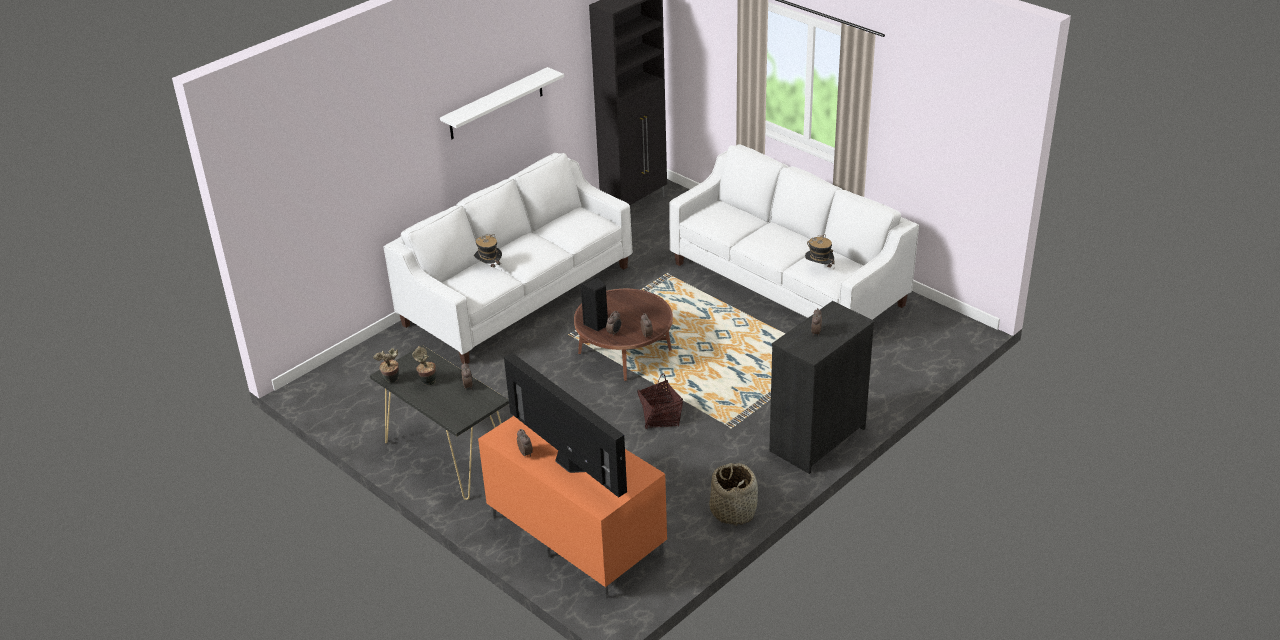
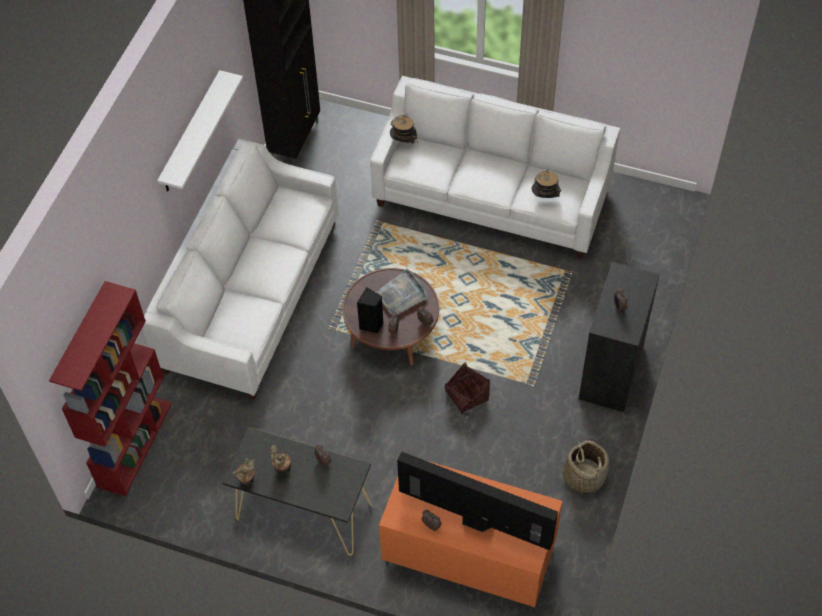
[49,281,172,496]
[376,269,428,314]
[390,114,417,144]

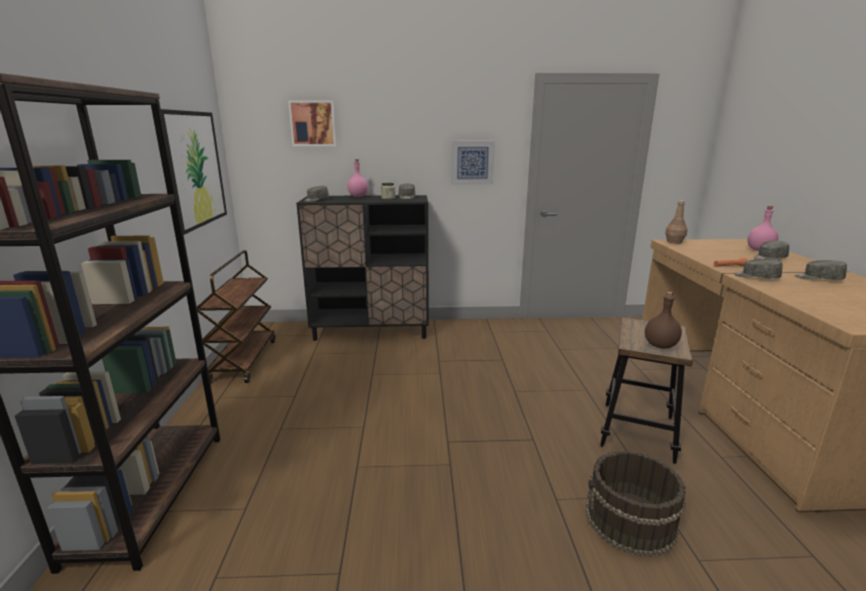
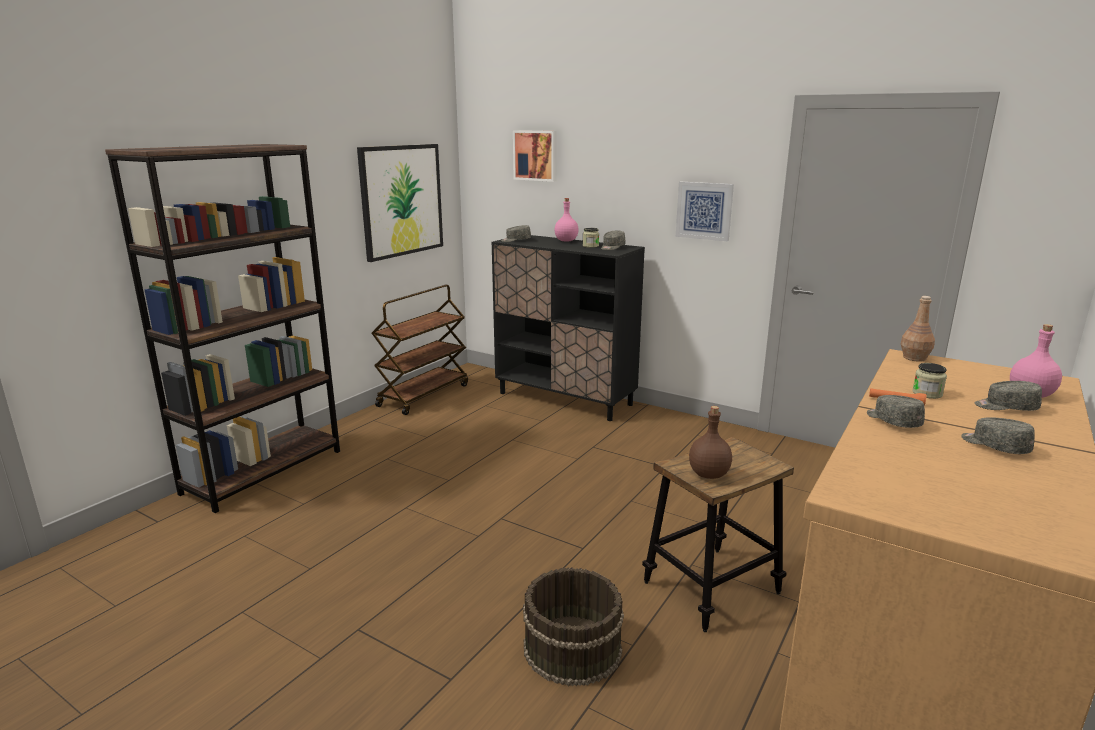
[912,363,947,399]

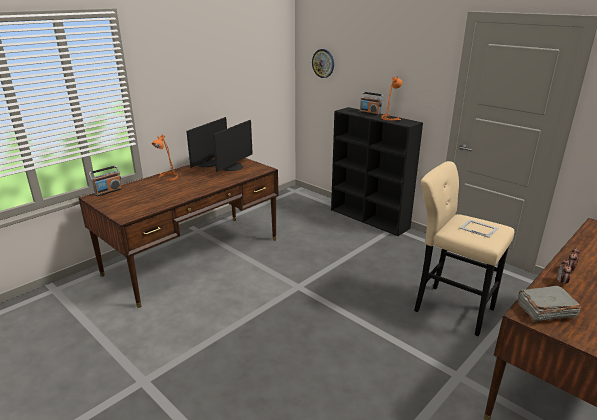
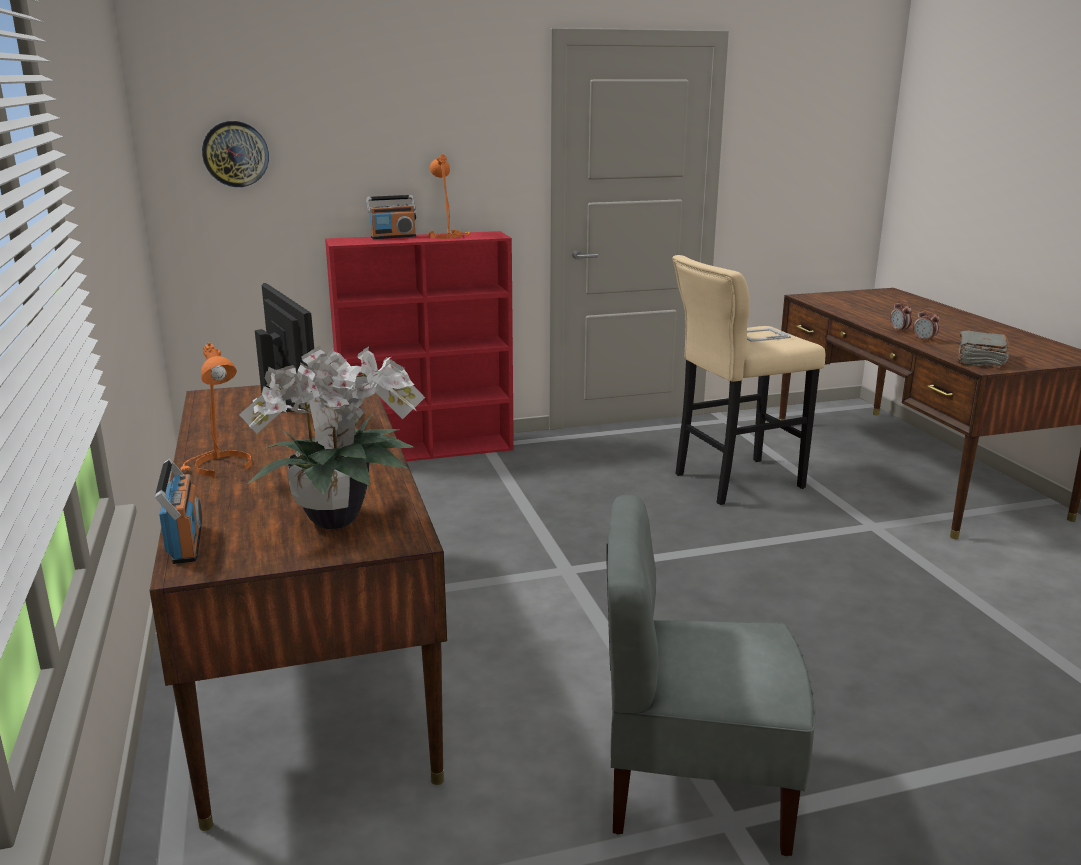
[239,346,425,529]
[325,231,514,462]
[607,495,815,856]
[186,117,227,168] (first image)

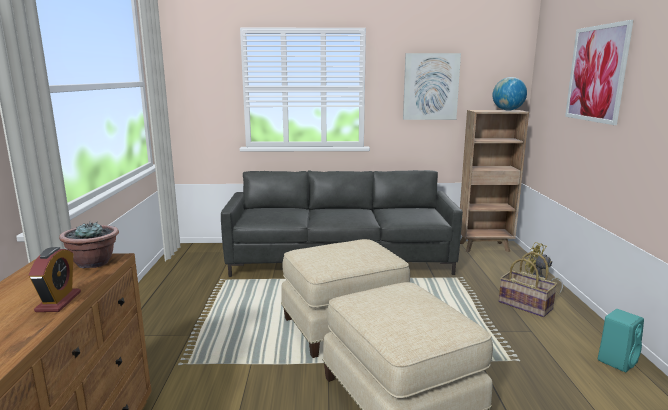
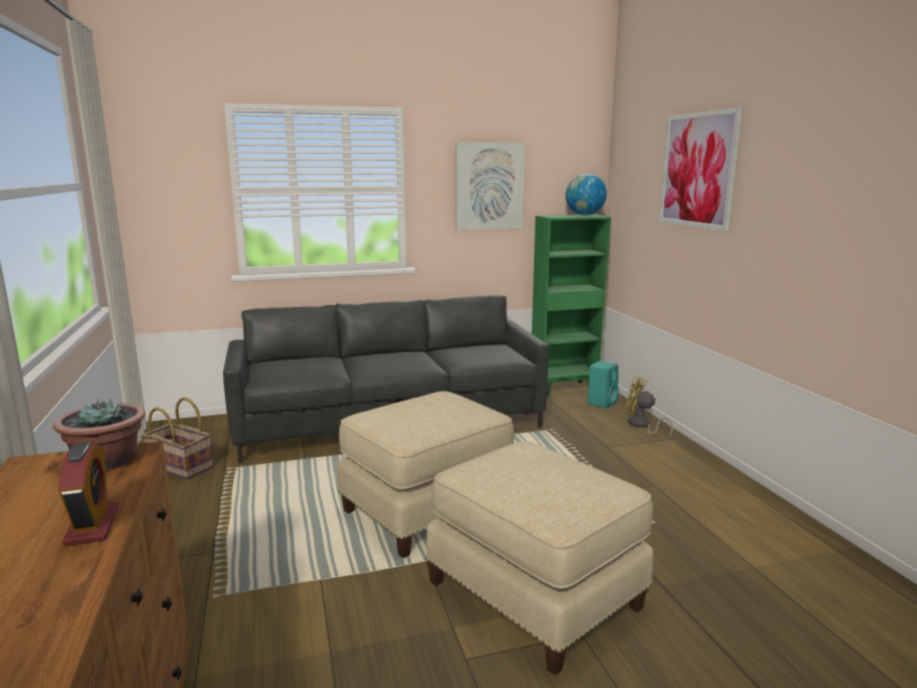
[143,397,213,479]
[532,214,611,397]
[587,361,619,408]

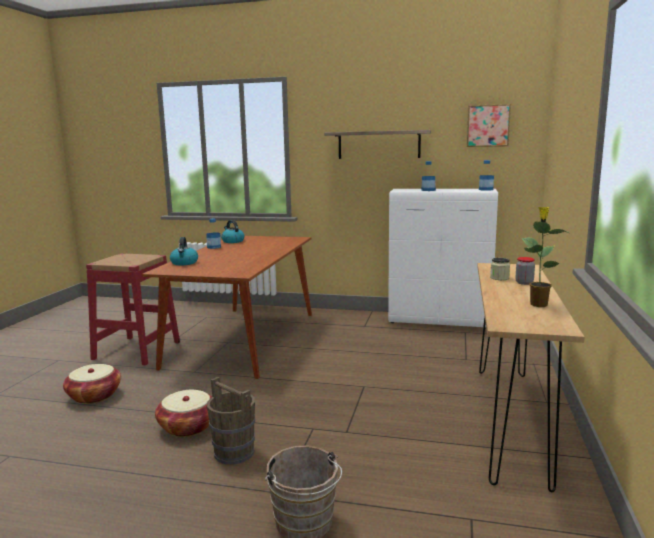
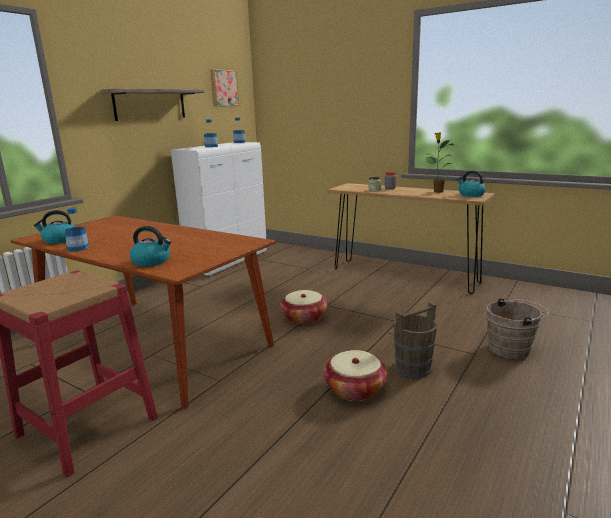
[280,290,327,324]
[457,171,486,197]

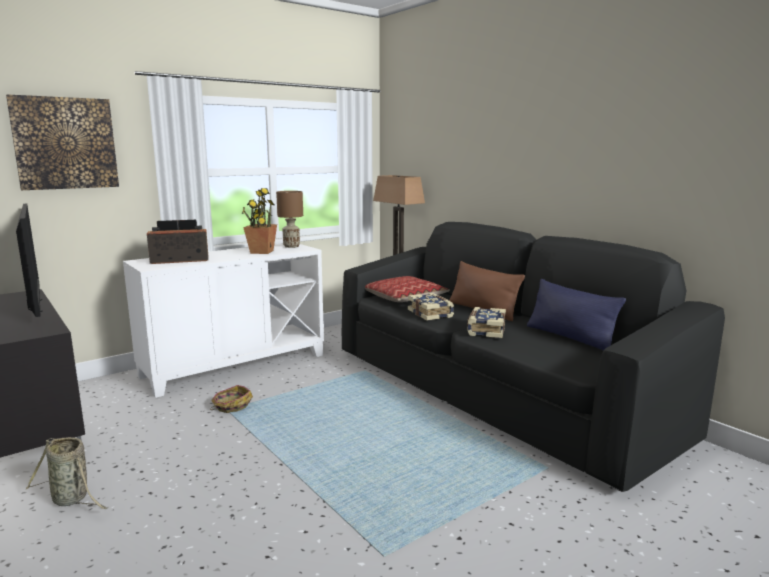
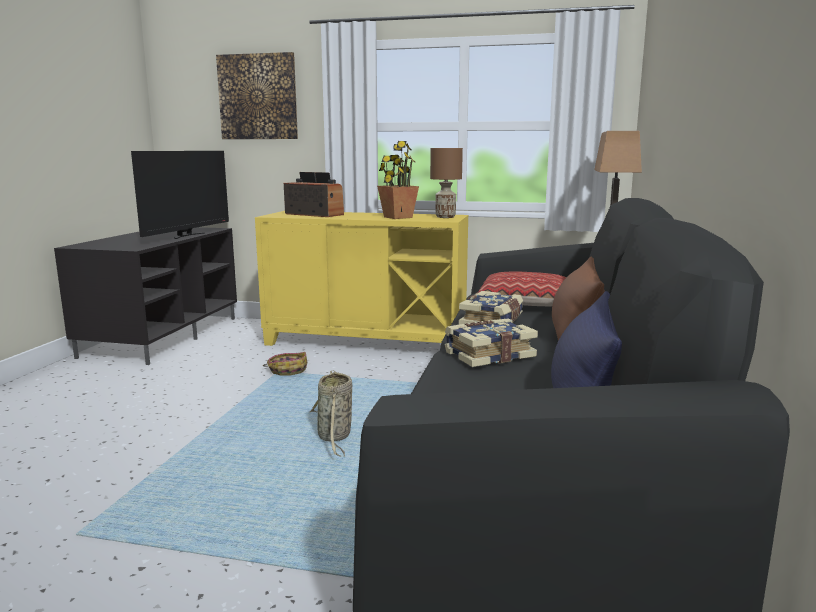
[255,211,468,346]
[310,370,352,457]

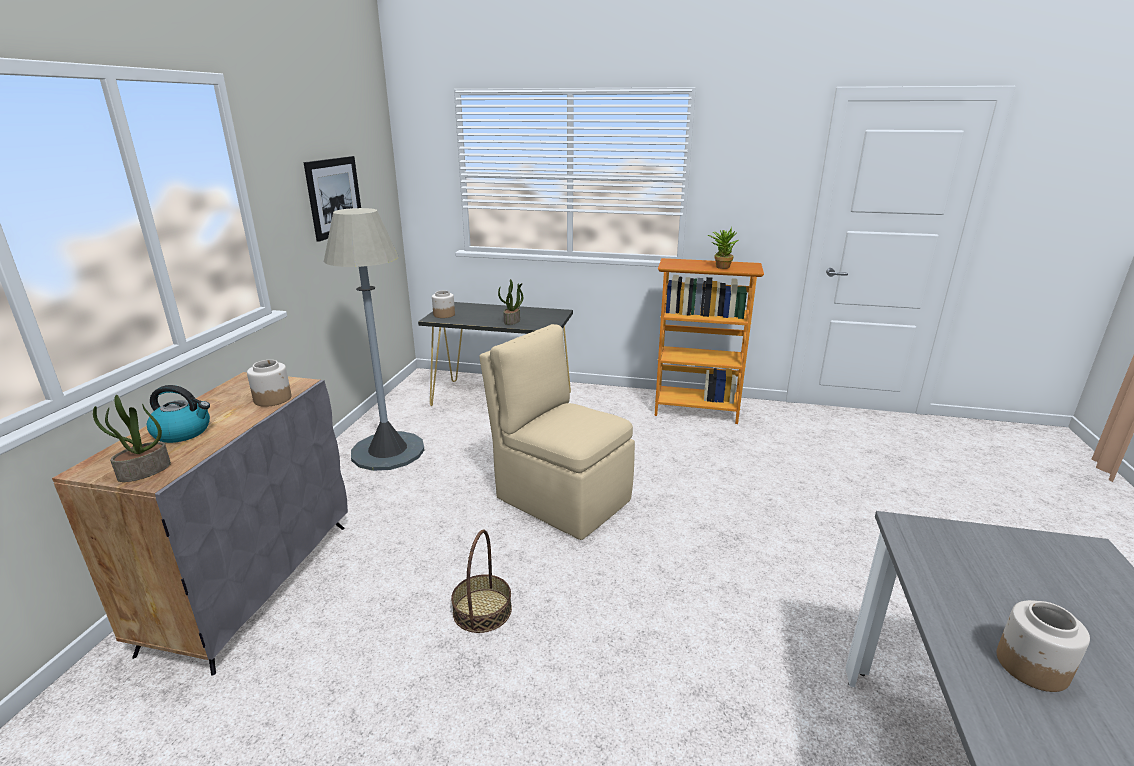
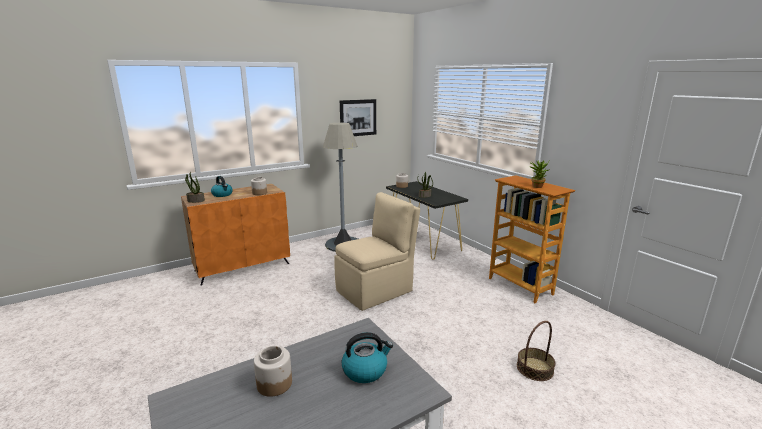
[181,184,290,286]
[334,192,420,311]
[342,332,393,383]
[517,321,556,381]

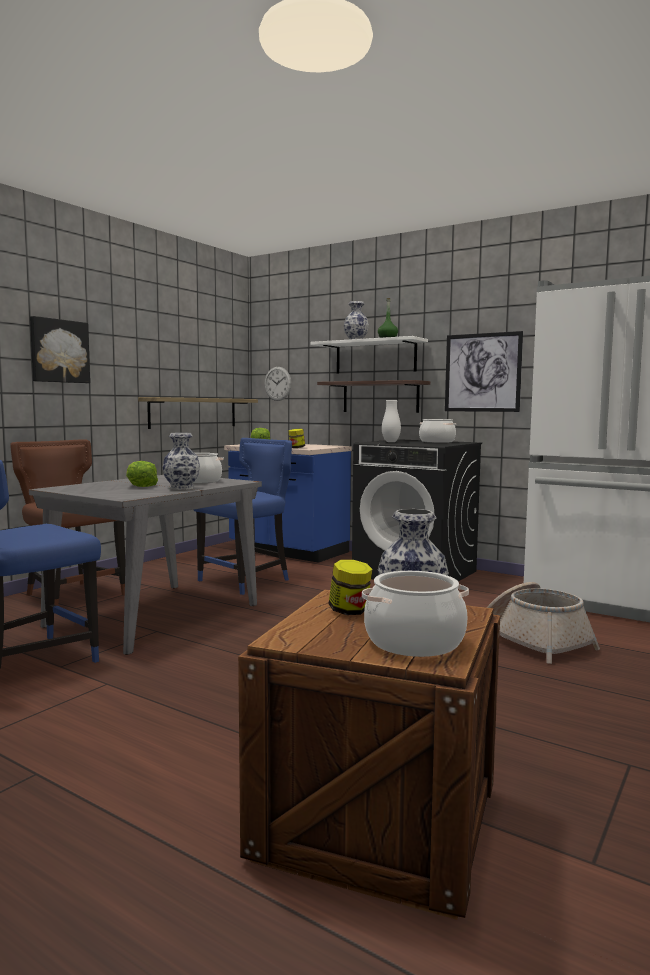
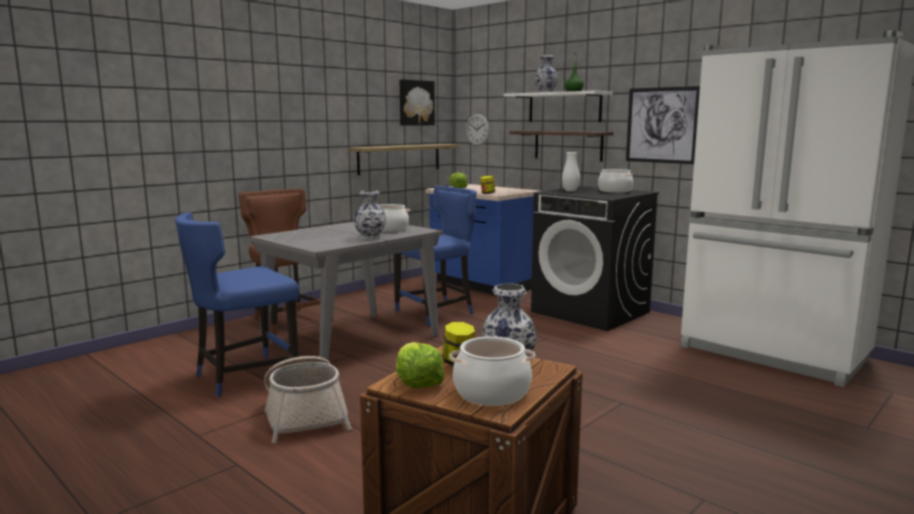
[264,356,352,443]
[396,342,445,388]
[400,79,435,126]

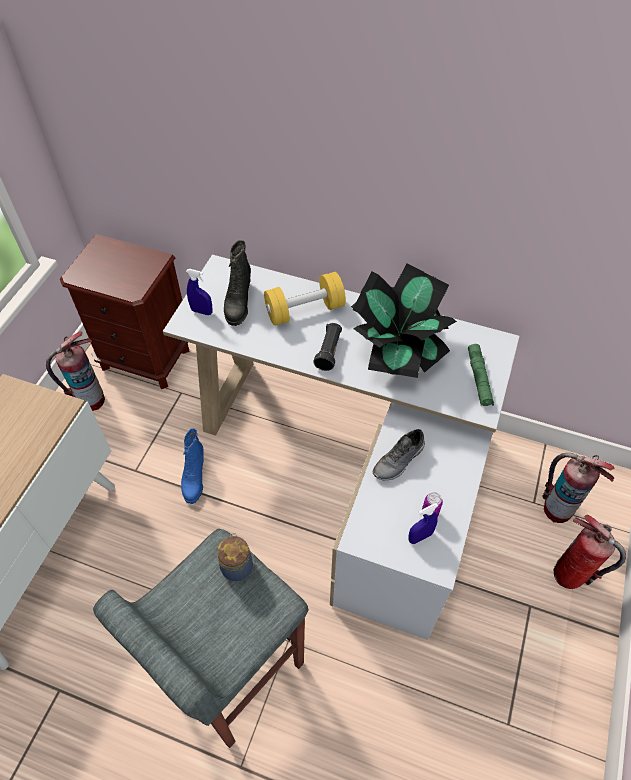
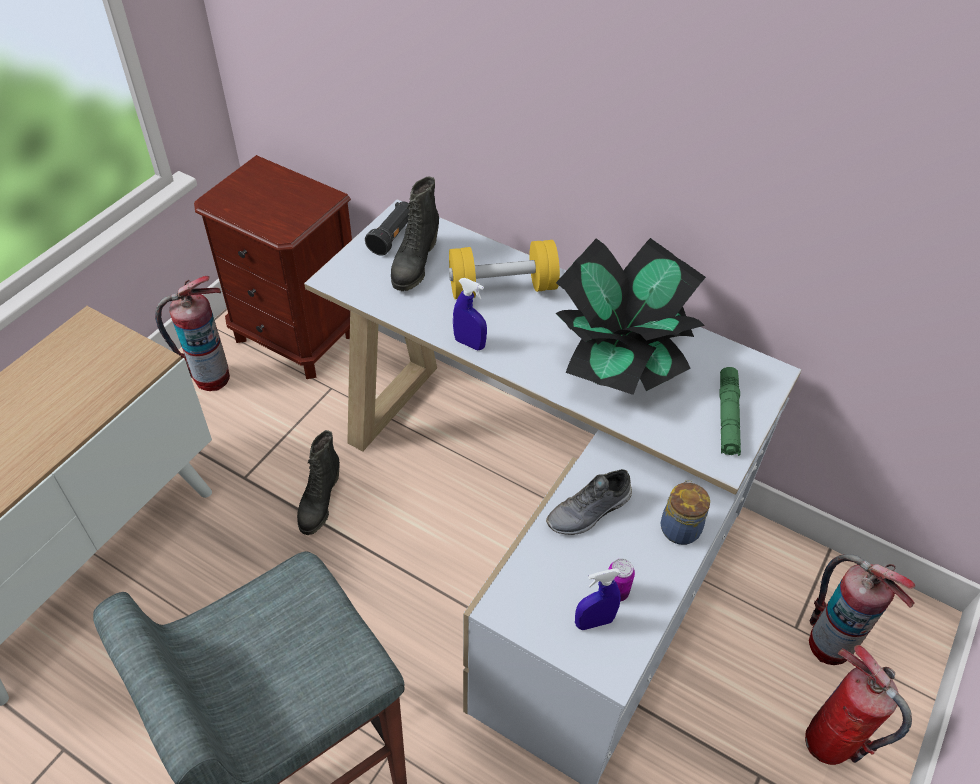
[297,430,340,535]
[365,201,410,256]
[453,278,487,350]
[661,480,710,545]

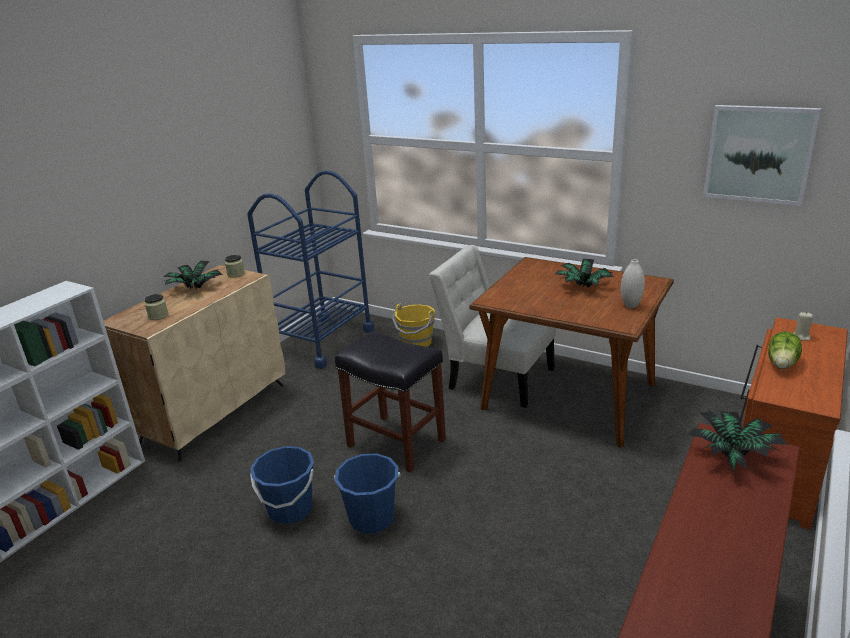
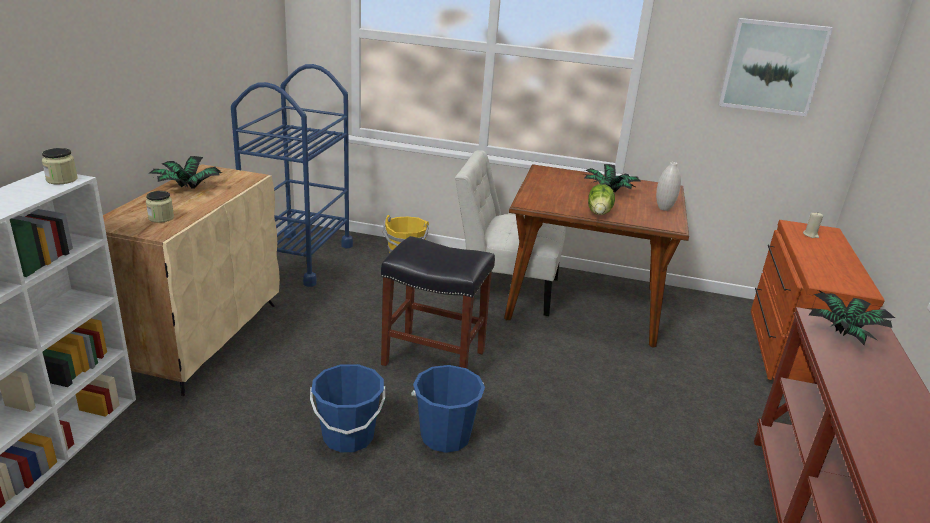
[42,148,78,184]
[588,184,615,215]

